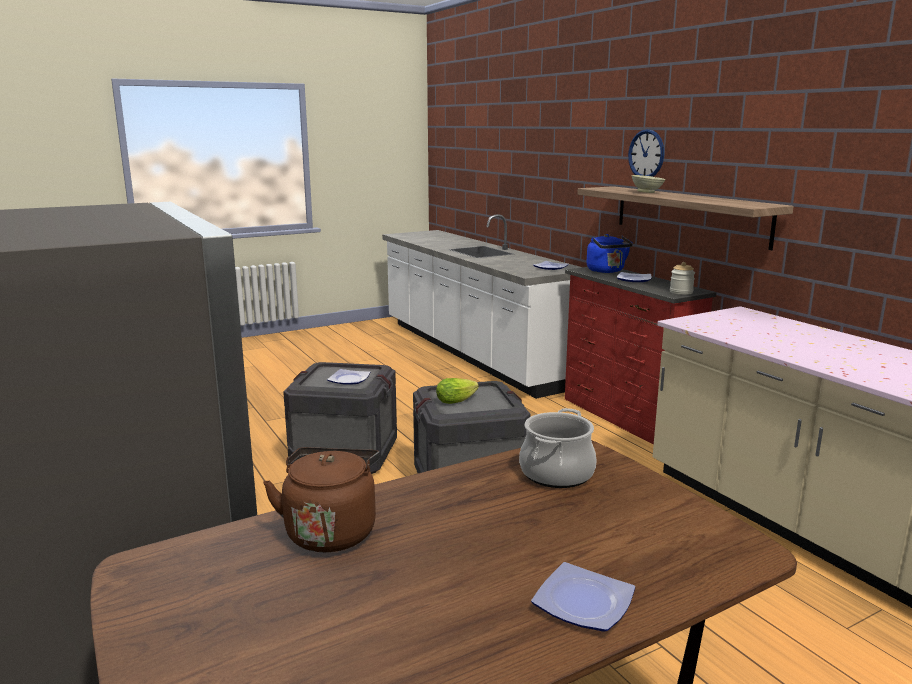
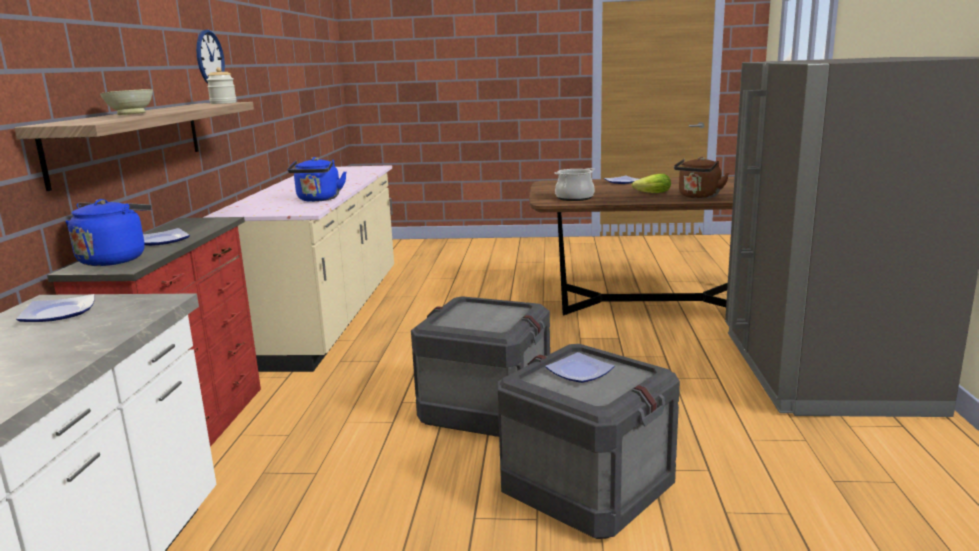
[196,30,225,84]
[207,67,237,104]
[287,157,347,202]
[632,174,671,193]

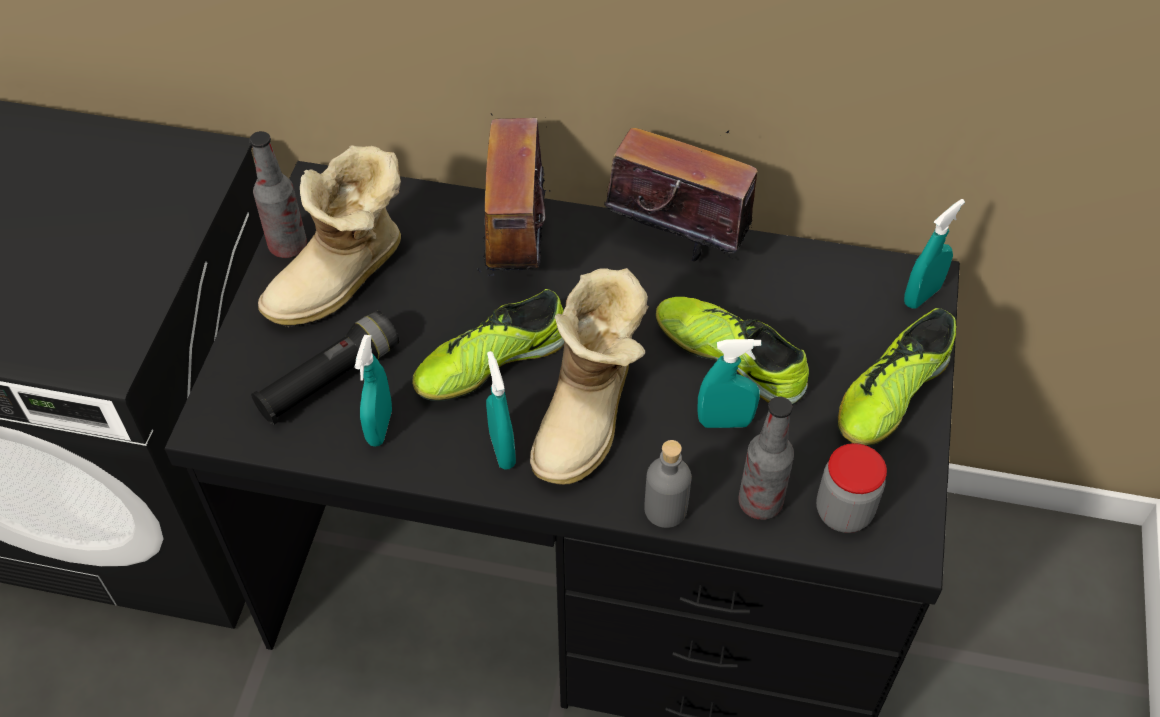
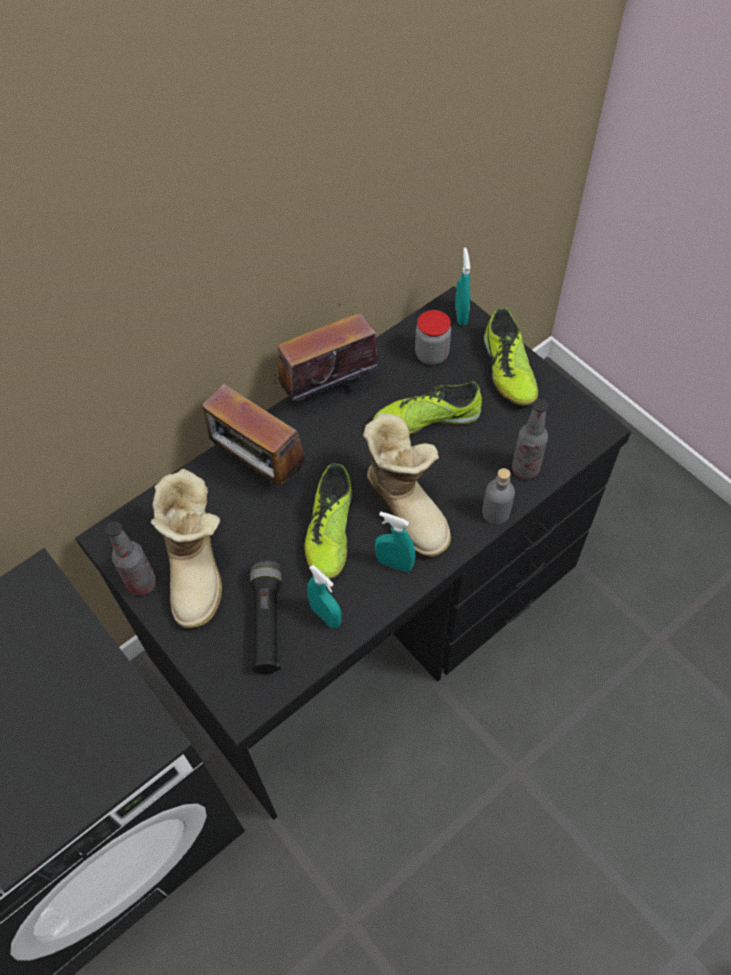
[415,310,451,365]
[697,339,761,428] (first image)

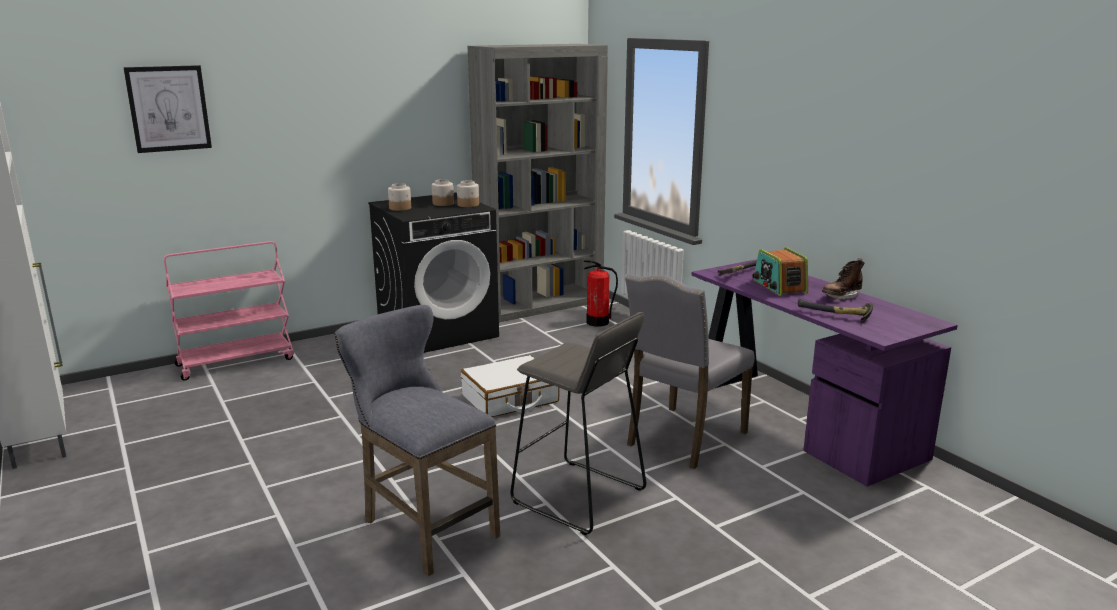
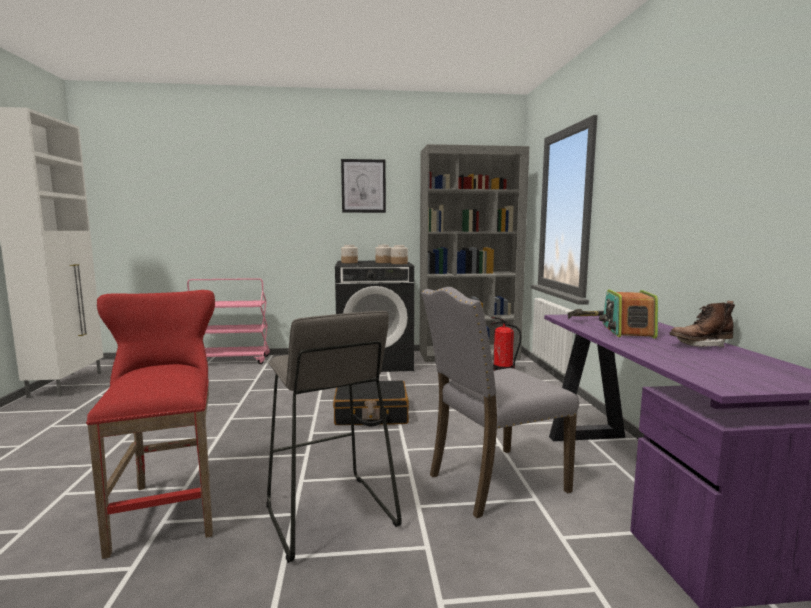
[86,290,215,559]
[333,381,409,426]
[341,159,386,213]
[798,298,873,324] (first image)

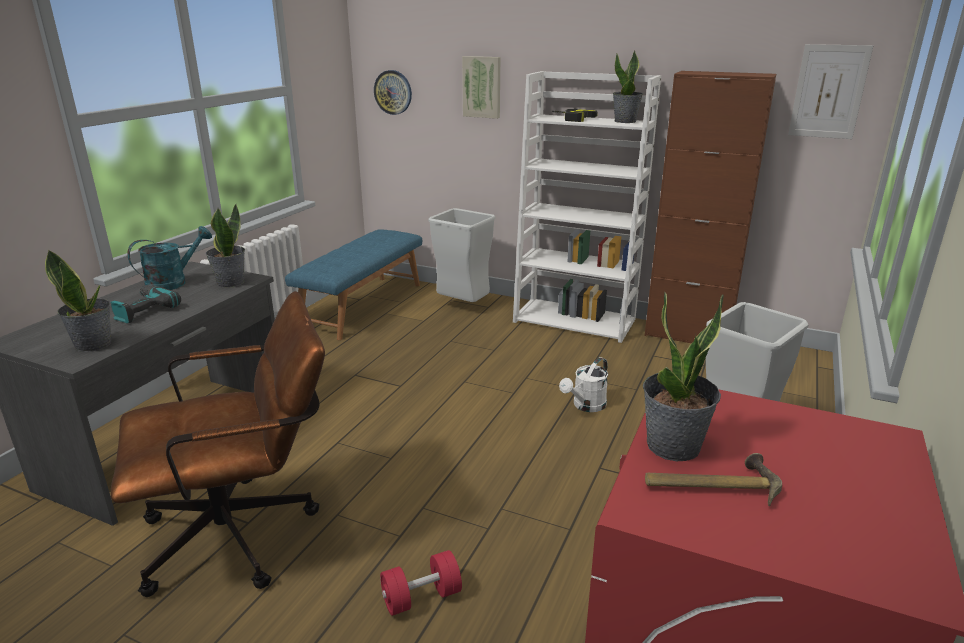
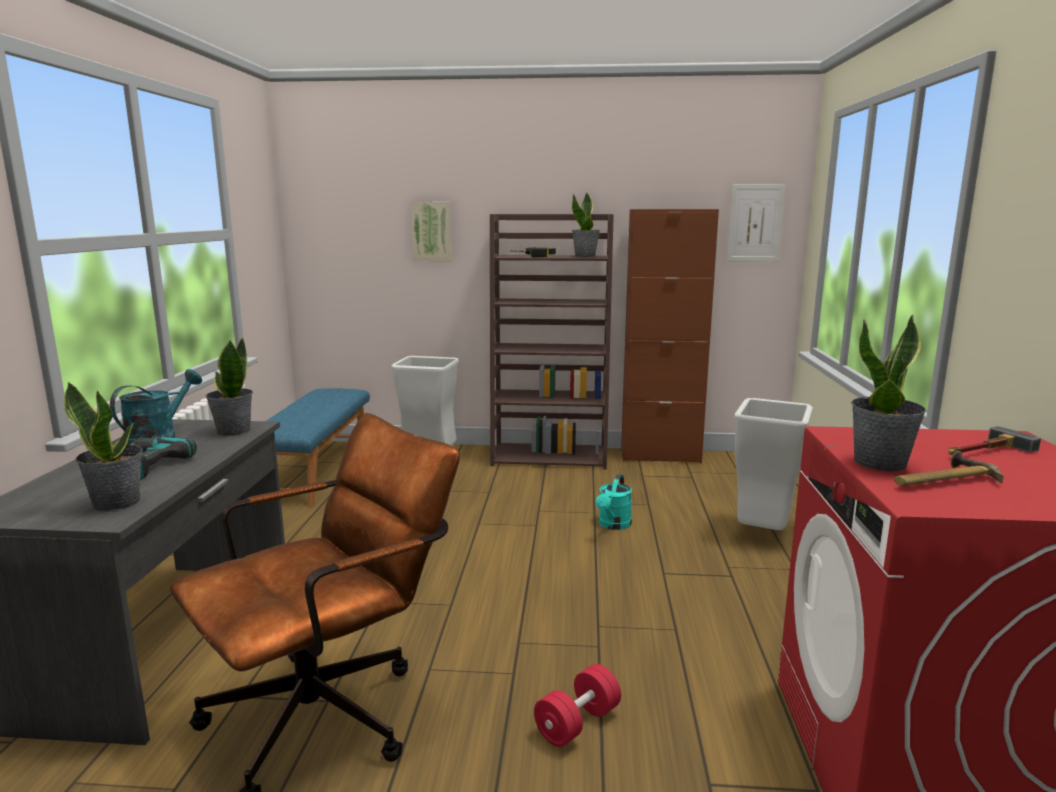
[490,214,614,469]
[596,474,632,530]
[948,426,1041,455]
[374,70,412,115] (first image)

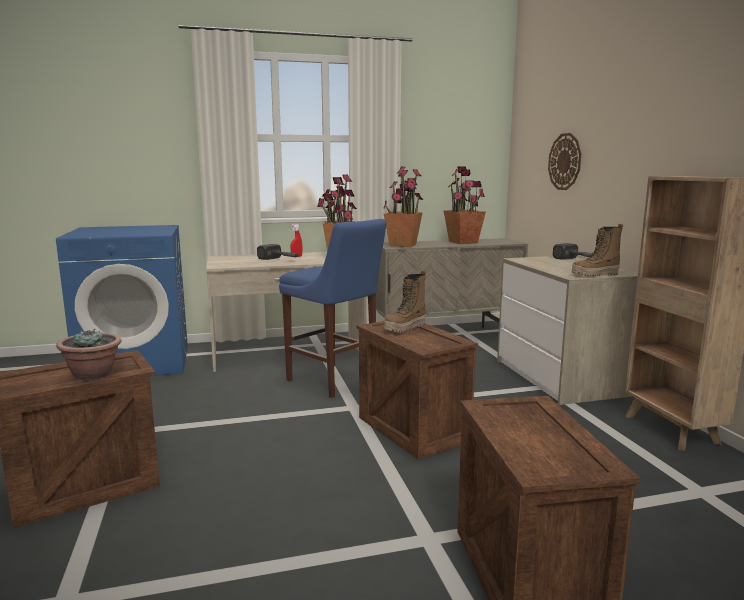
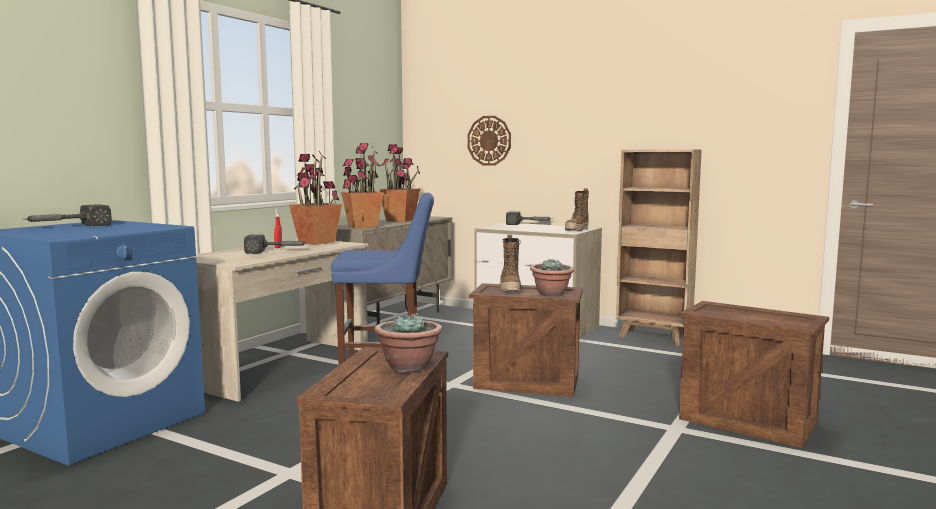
[23,205,112,226]
[530,259,574,297]

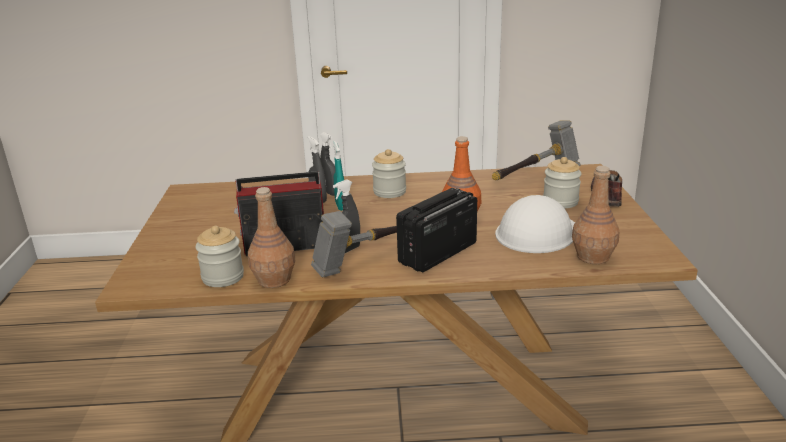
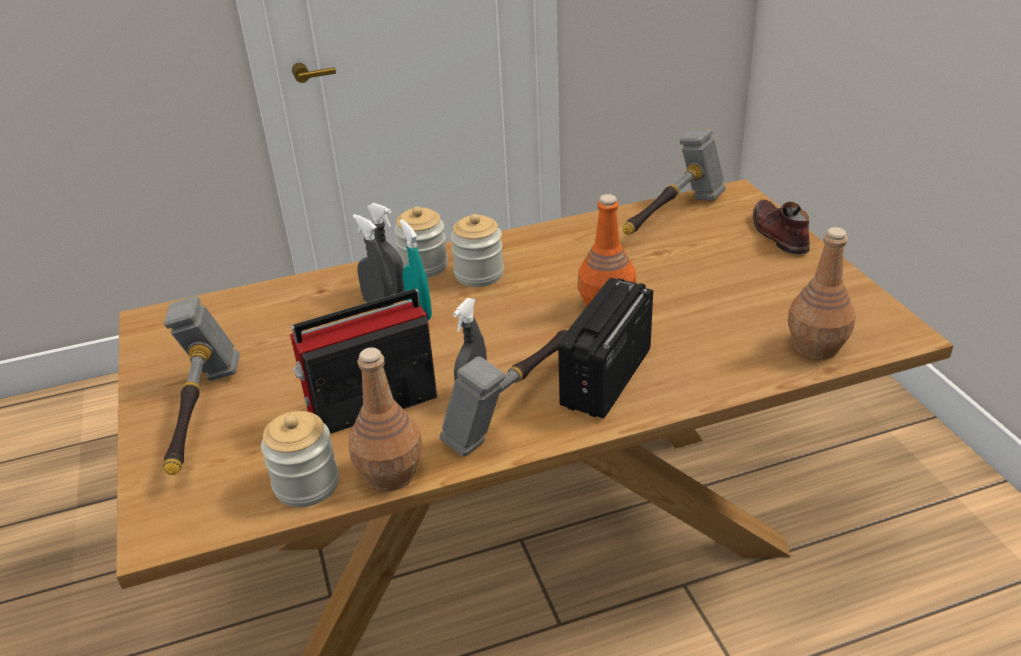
[163,296,240,475]
[394,207,448,278]
[495,195,575,253] (first image)

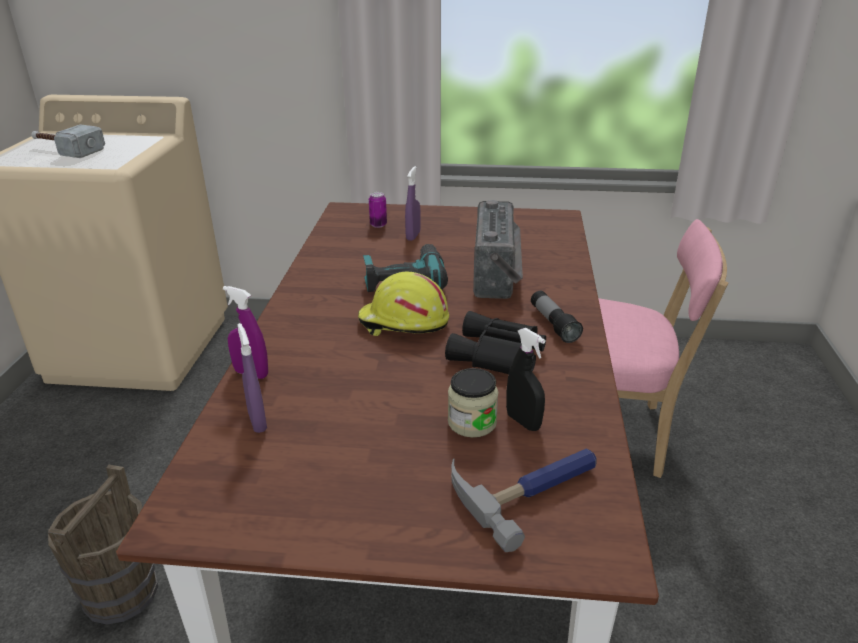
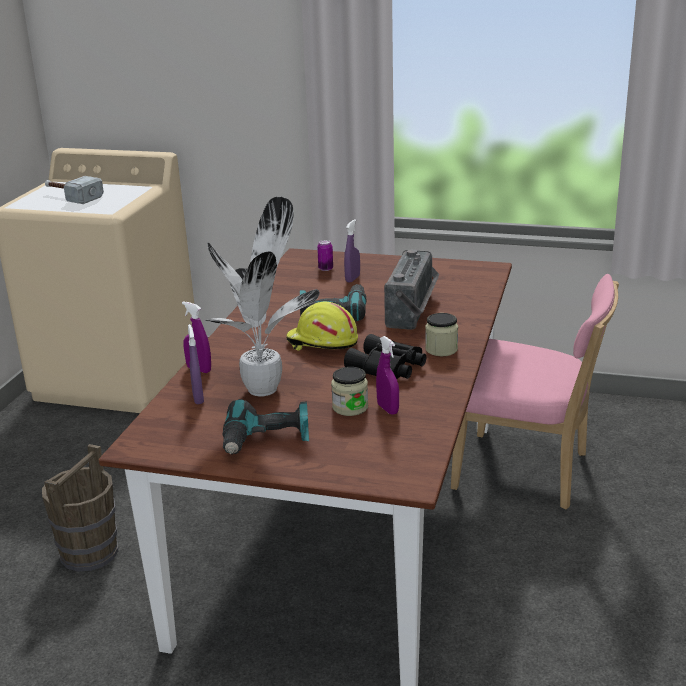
[205,197,320,397]
[222,399,309,454]
[376,336,399,415]
[425,313,458,356]
[451,449,597,552] (first image)

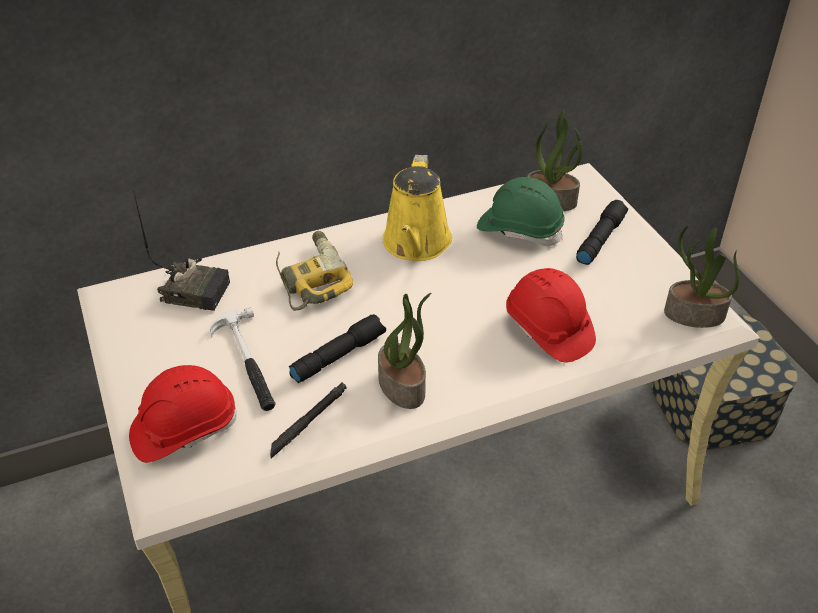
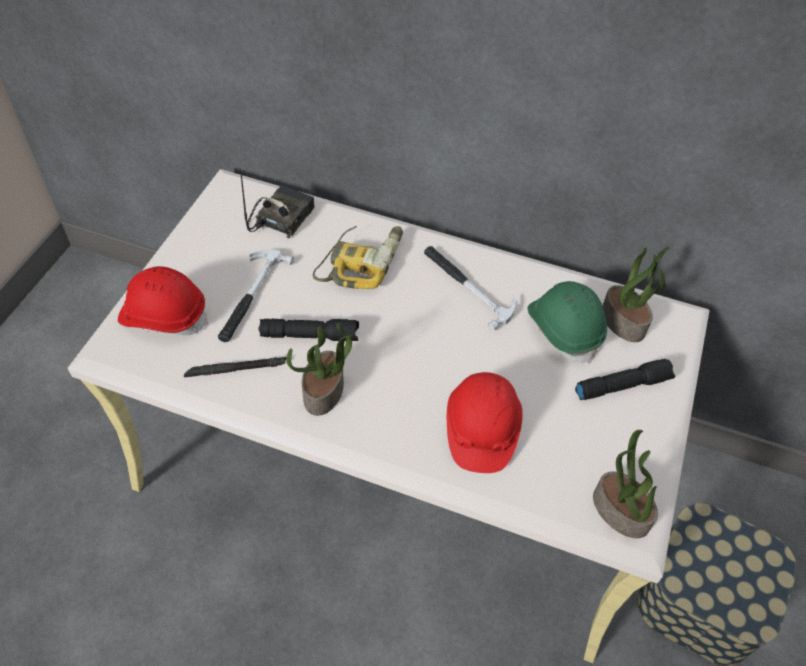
[240,169,315,239]
[424,246,516,331]

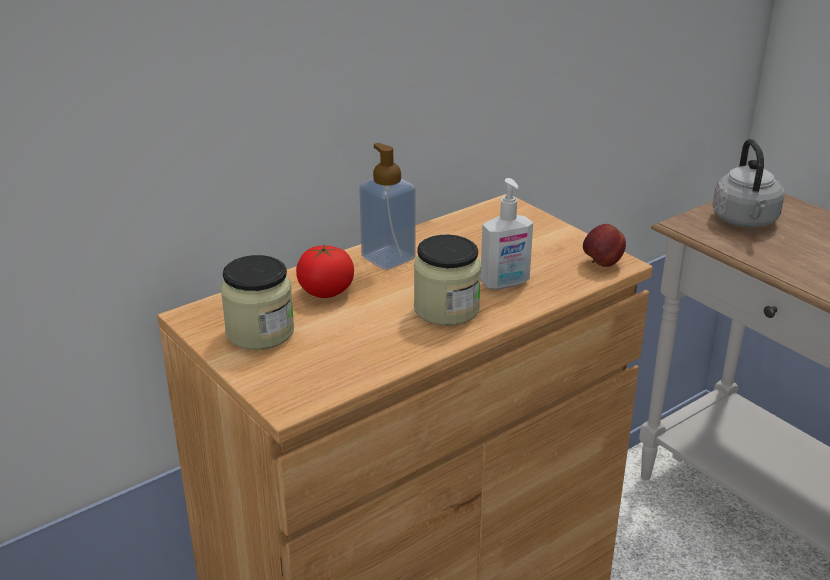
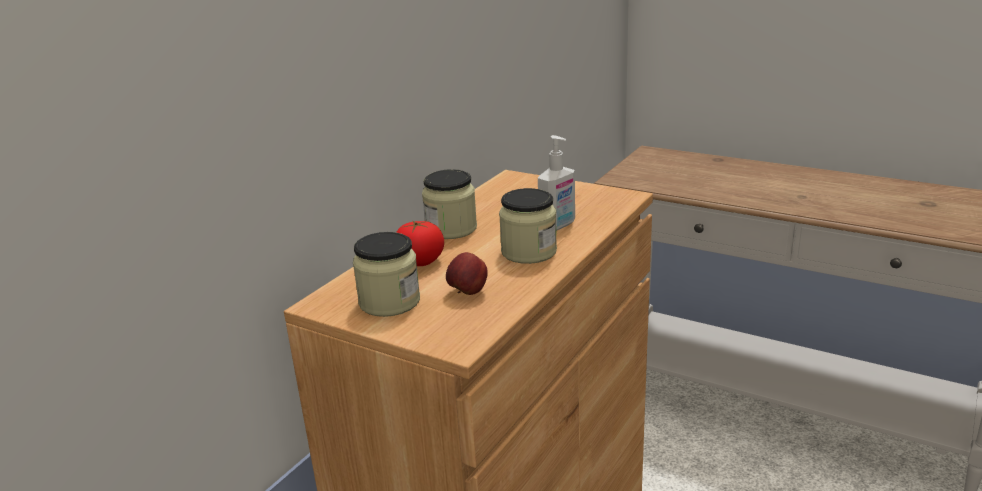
[422,169,477,239]
[446,252,488,295]
[712,139,785,228] (first image)

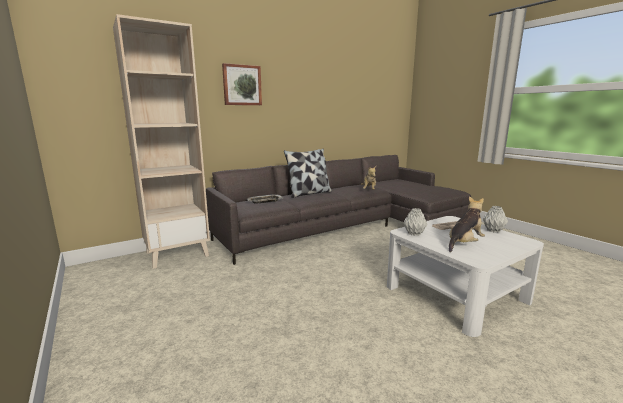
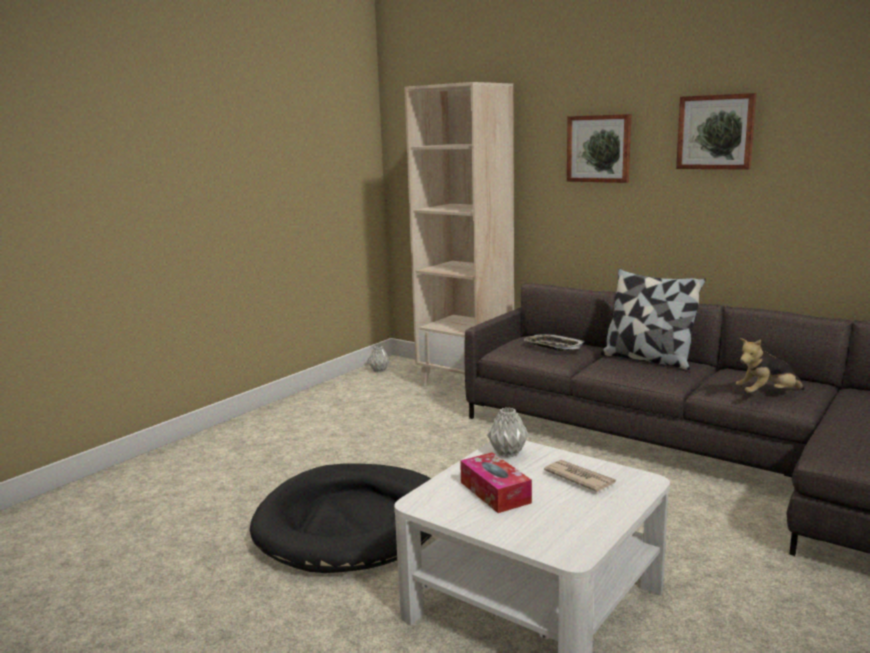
[250,464,432,573]
[368,346,390,373]
[460,452,532,513]
[676,93,757,170]

